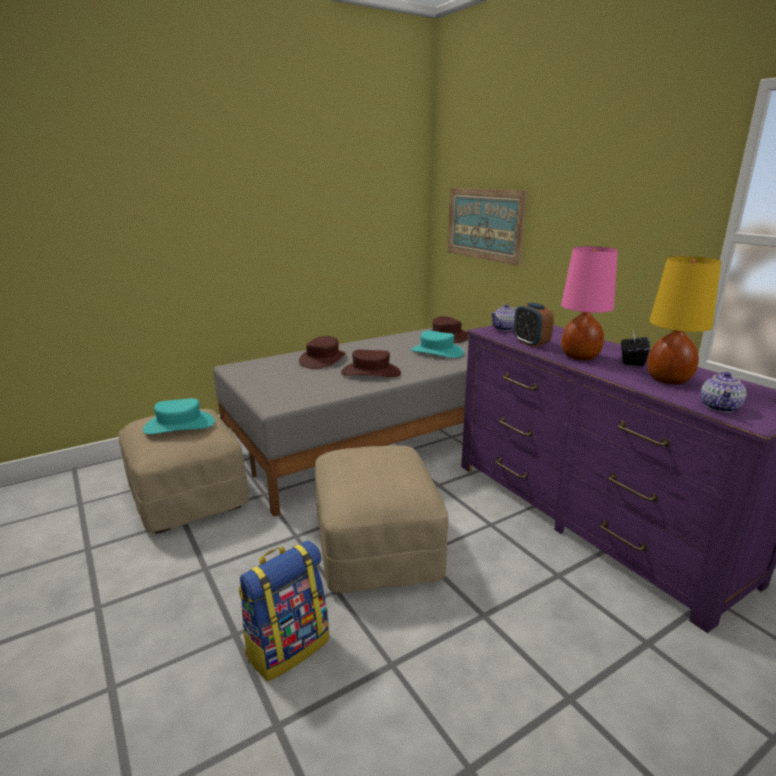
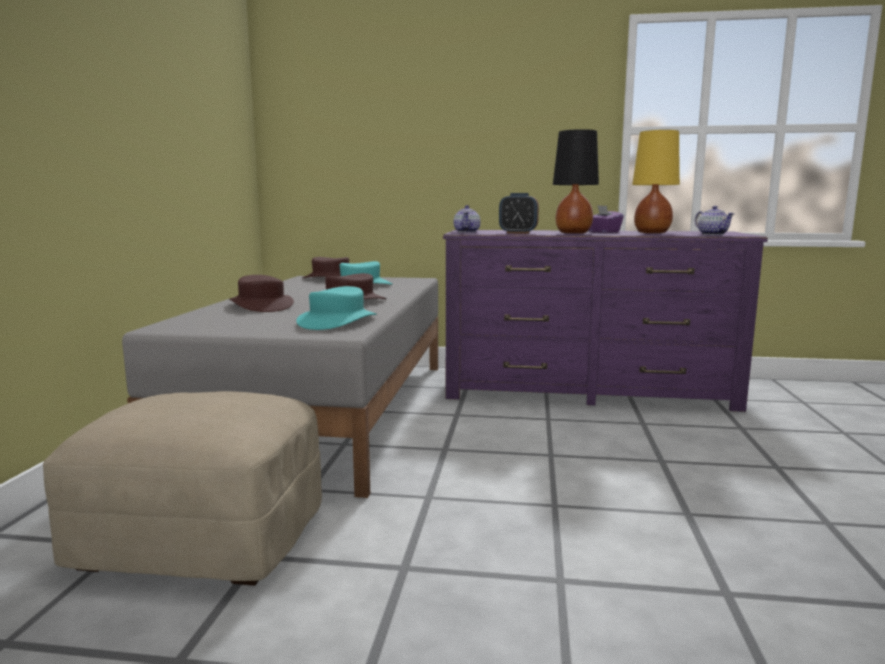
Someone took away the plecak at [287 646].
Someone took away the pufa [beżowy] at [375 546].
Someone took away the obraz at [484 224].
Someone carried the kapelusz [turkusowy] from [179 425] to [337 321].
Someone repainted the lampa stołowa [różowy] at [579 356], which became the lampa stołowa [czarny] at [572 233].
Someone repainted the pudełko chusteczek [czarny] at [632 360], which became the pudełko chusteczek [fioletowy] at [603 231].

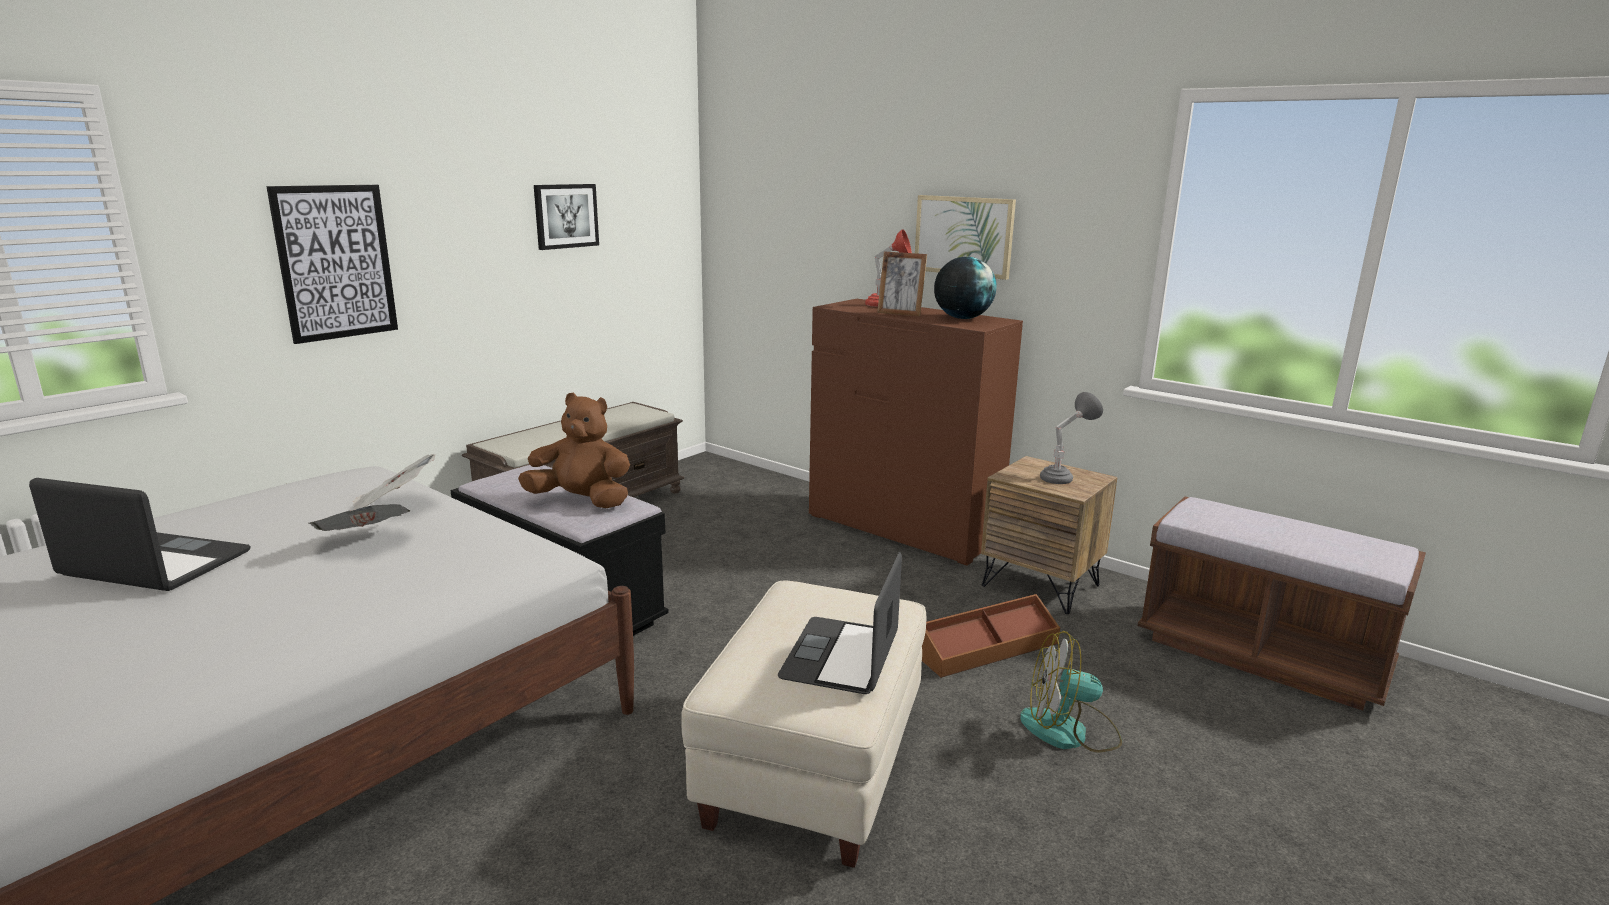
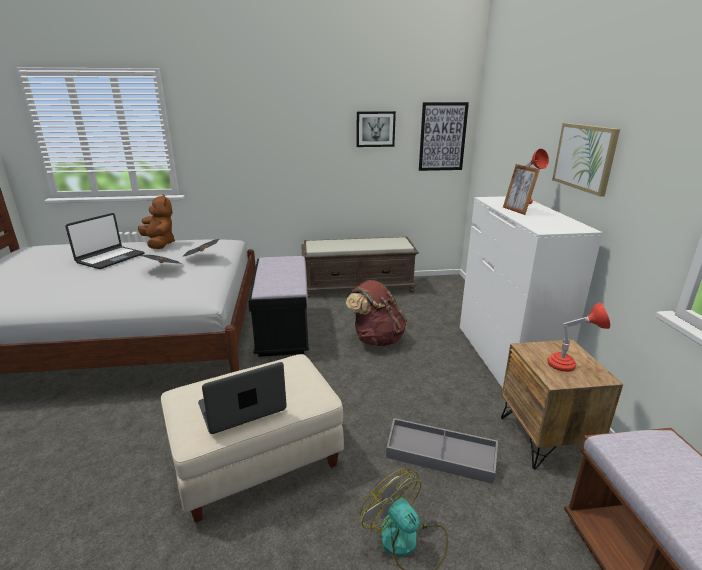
Someone took away the globus at [962 318].
Someone put down the plecak [brązowy] at [376 339].
Someone carried the obraz from [335 262] to [442 137].
Someone carried the pluszak [brązowy] from [581 501] to [160 244].
Someone repainted the komoda [brązowy] at [902 529], which became the komoda [biały] at [505 358].
Someone repainted the pojemnik do przechowywania [brązowy] at [988 649], which became the pojemnik do przechowywania [szary] at [440 458].
Someone repainted the lampa stołowa [szary] at [1064 478], which became the lampa stołowa [czerwony] at [570 366].
Someone rotated the laptop at [155 565] by 60 degrees clockwise.

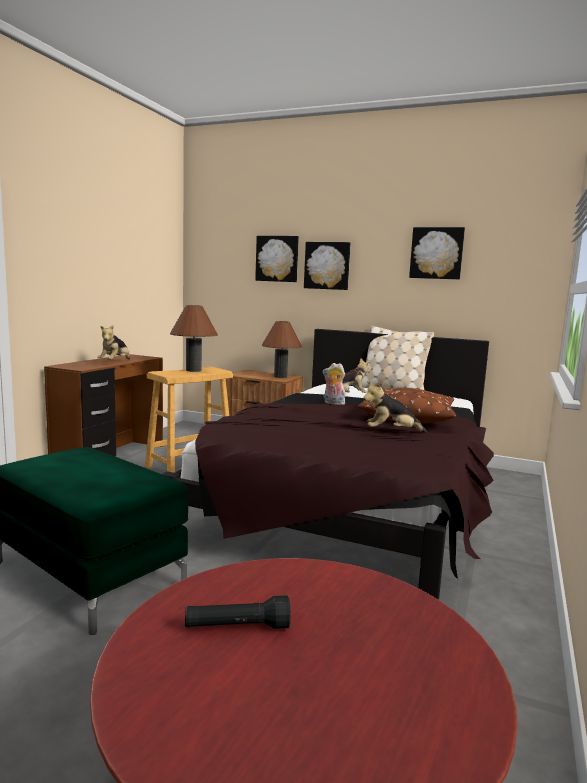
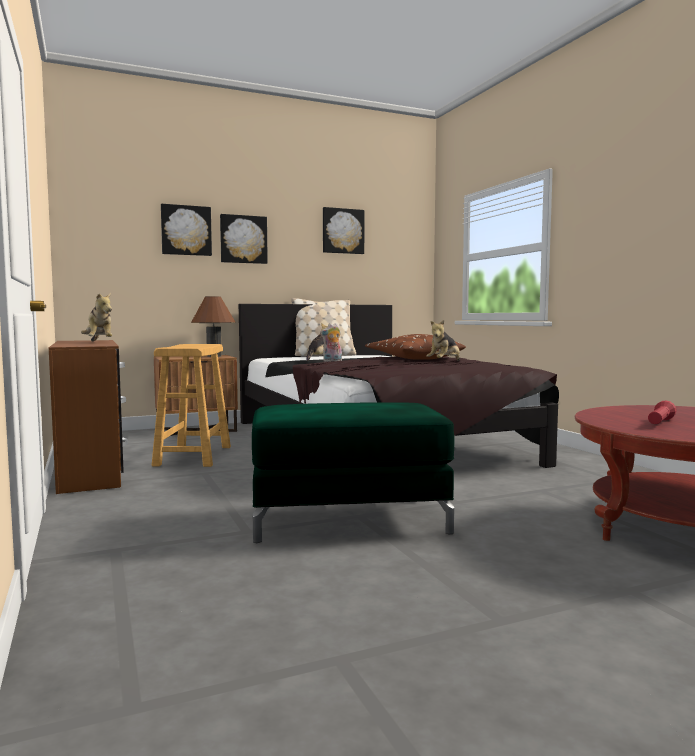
Someone took away the lampa stołowa [brązowy] at [193 370].
Someone repainted the latarka [czarny] at [237 628], which became the latarka [czerwony] at [660 423].

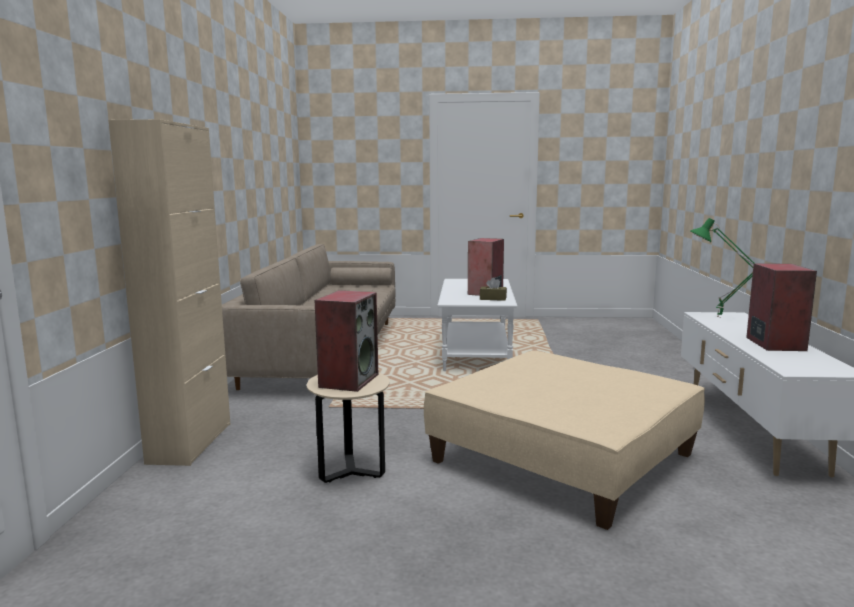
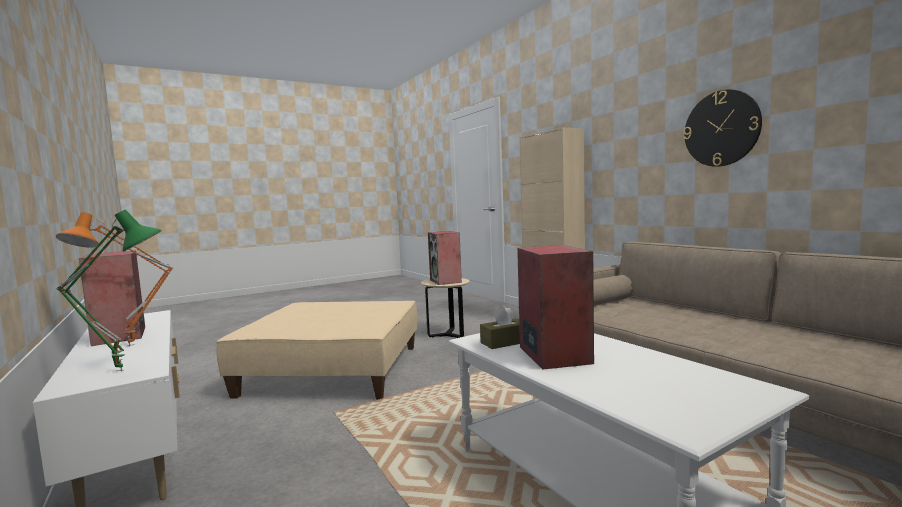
Someone put down the lampa stołowa [pomarańczowy] at [132 346].
Someone put up the zegar ścienny at [721 128].

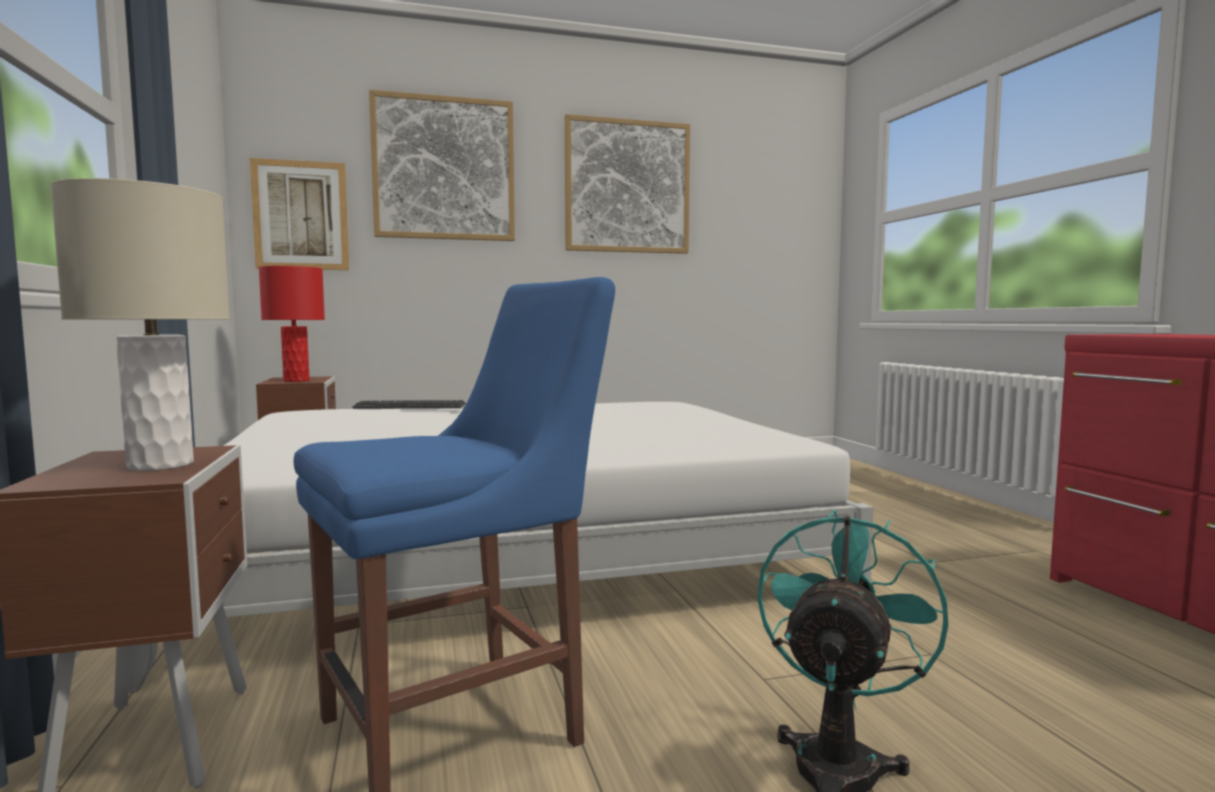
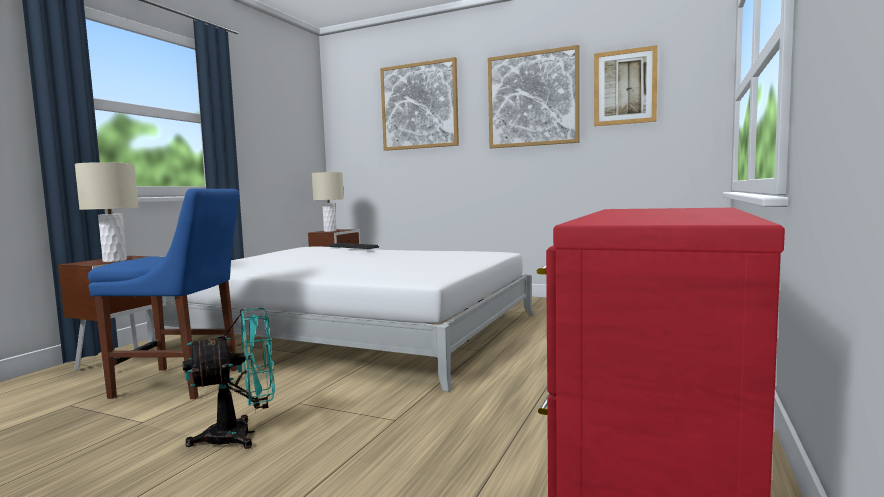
Someone carried the obraz from [301 215] to [625 87].
Someone repainted the lampa stołowa [czerwony] at [296 380], which became the lampa stołowa [beżowy] at [330 231].

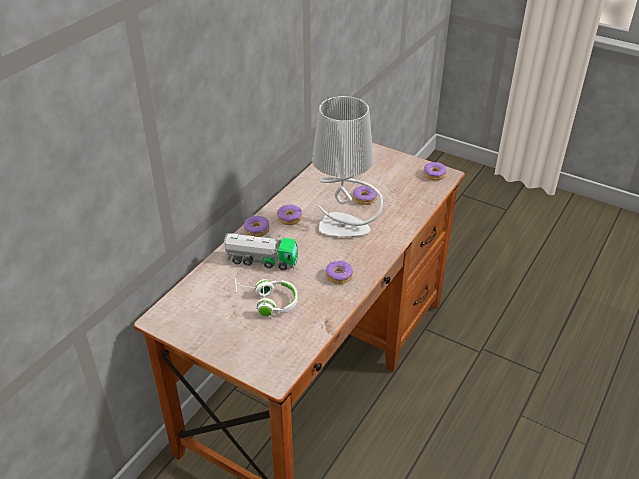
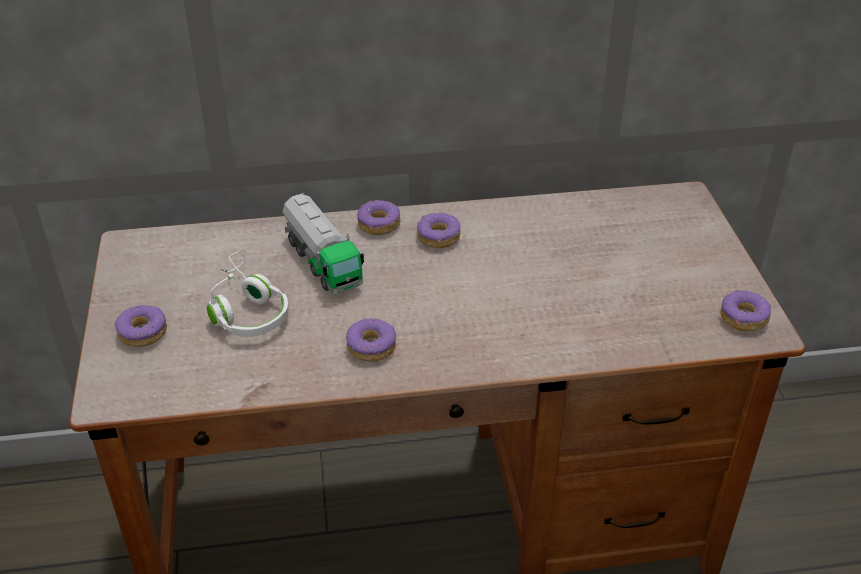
Someone took away the lampa stołowa [szary] at [344 227].
Someone carried the donut from [364 198] to [143 332].

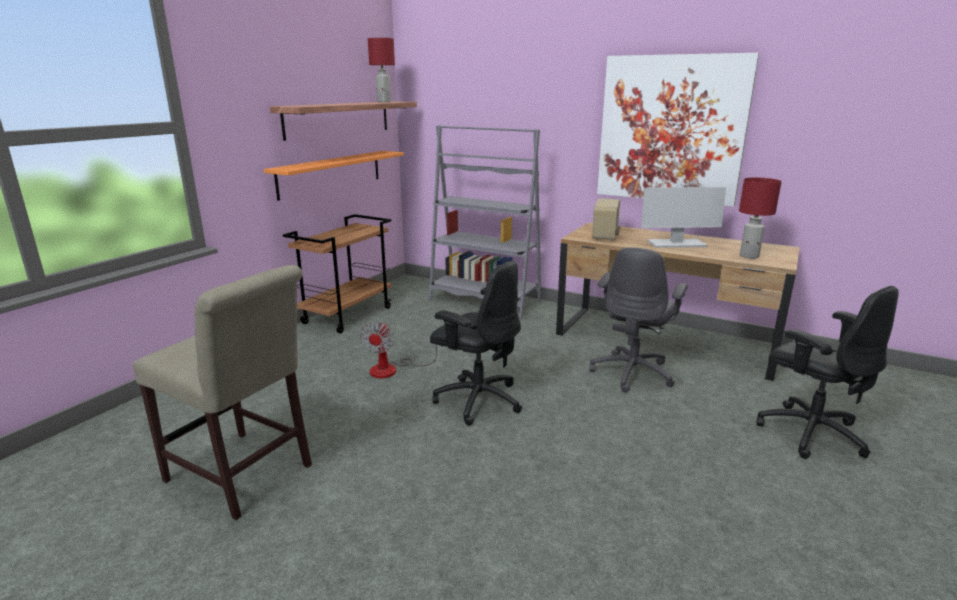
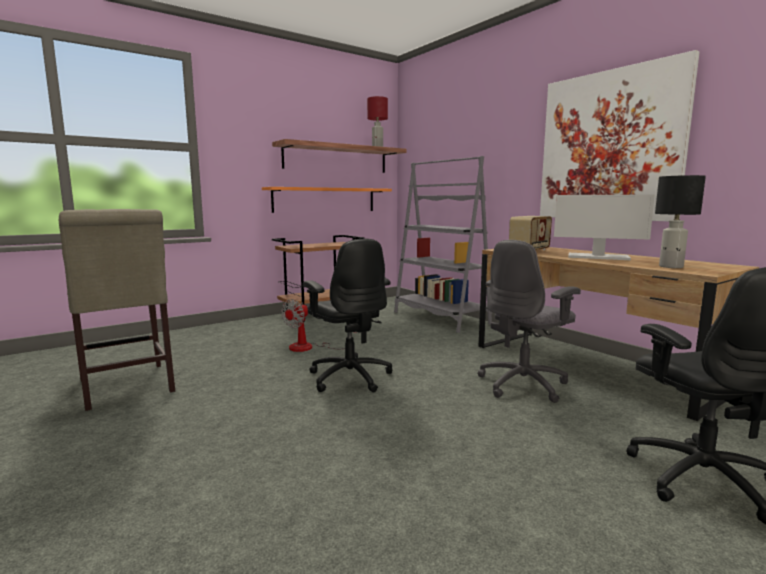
Someone repainted the lampa stołowa [czerwony] at [749 256], which became the lampa stołowa [czarny] at [671 267].

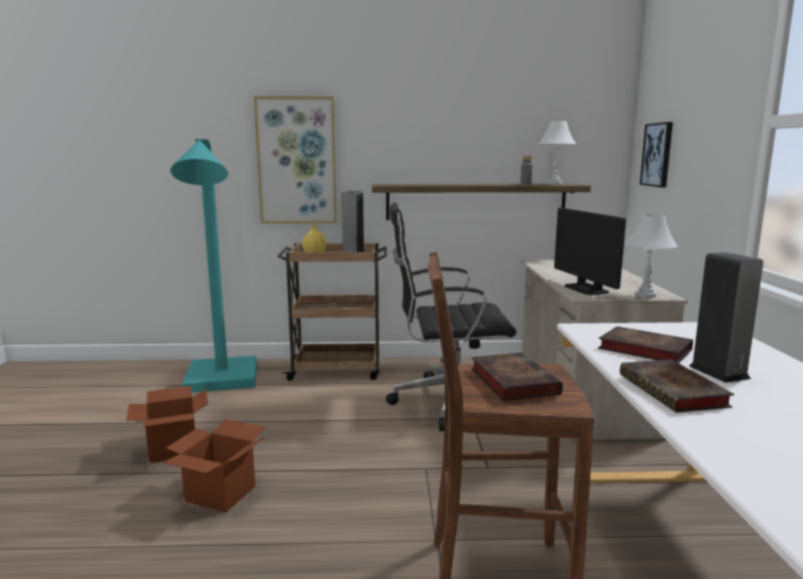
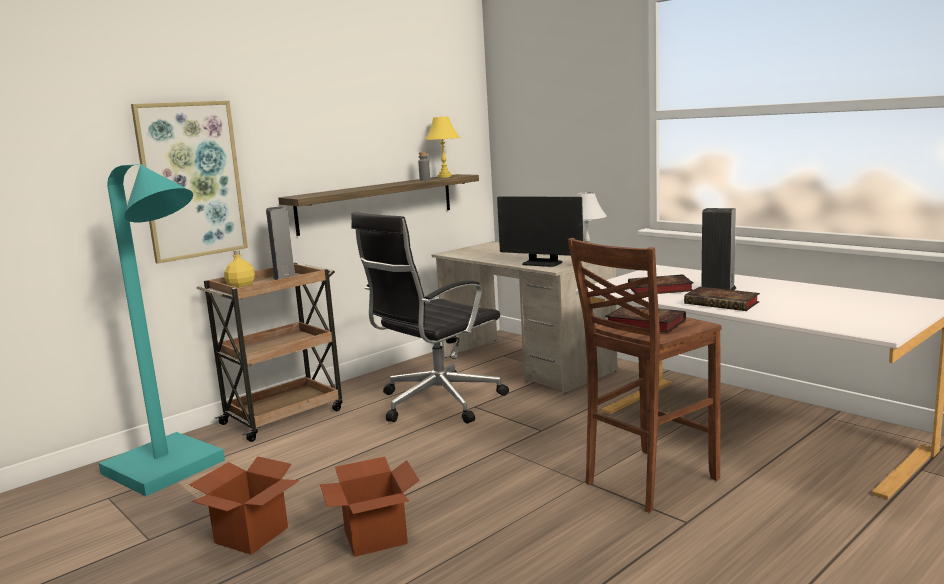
Someone took away the obraz at [657 154].
Someone repainted the lampa stołowa [biały] at [554 184], which became the lampa stołowa [żółty] at [444 177].

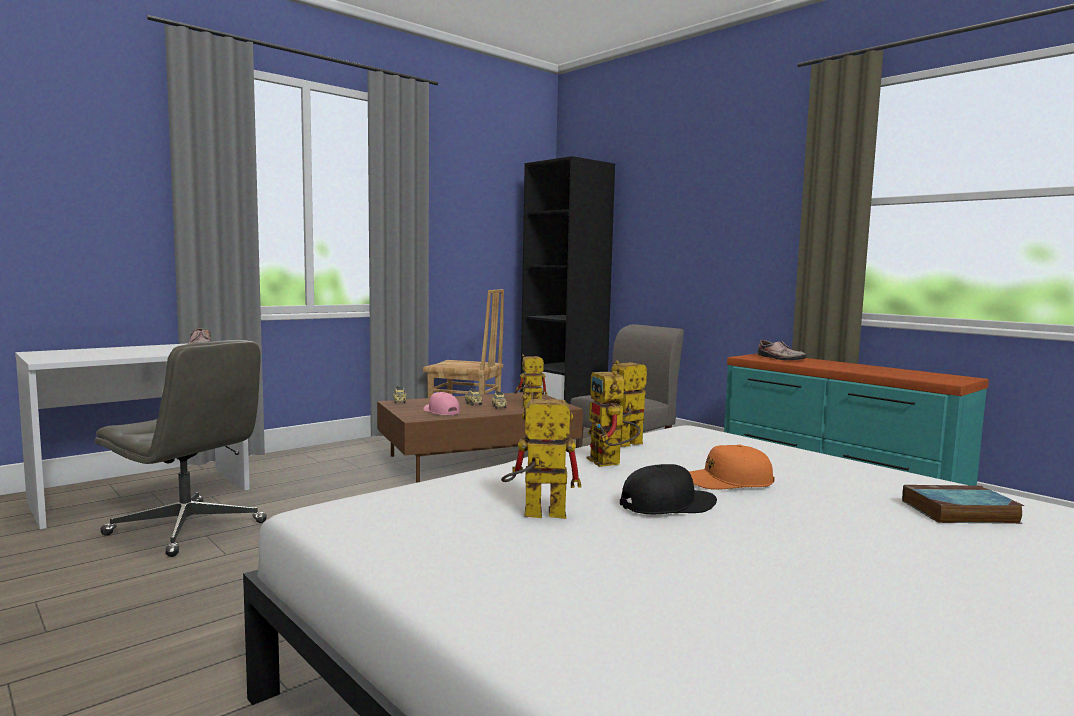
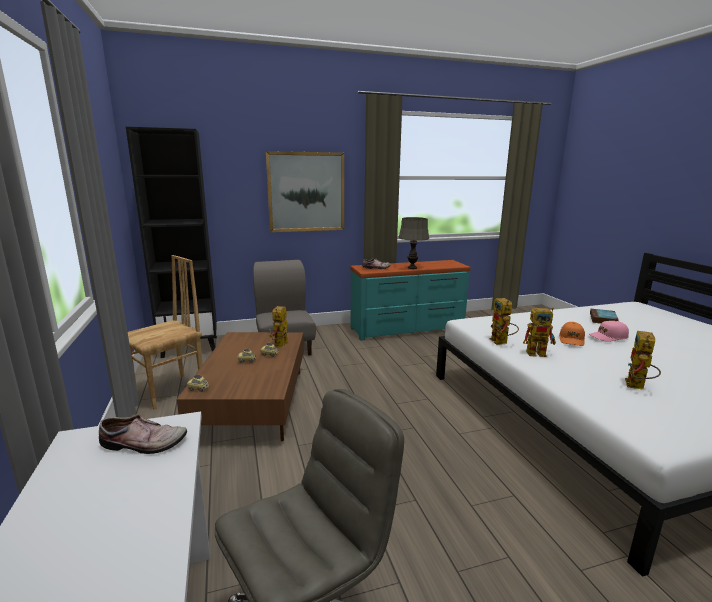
Someone took away the czapka z daszkiem [czarny] at [668 505].
Someone put up the obraz at [306 192].
Someone put down the lampa stołowa [szary] at [412 268].
Someone carried the czapka z daszkiem [różowy] from [441 412] to [608 337].

